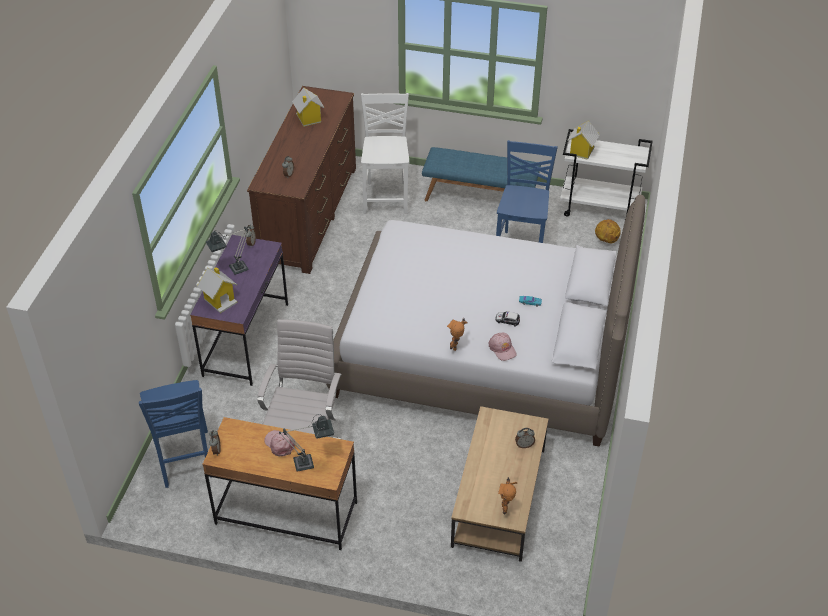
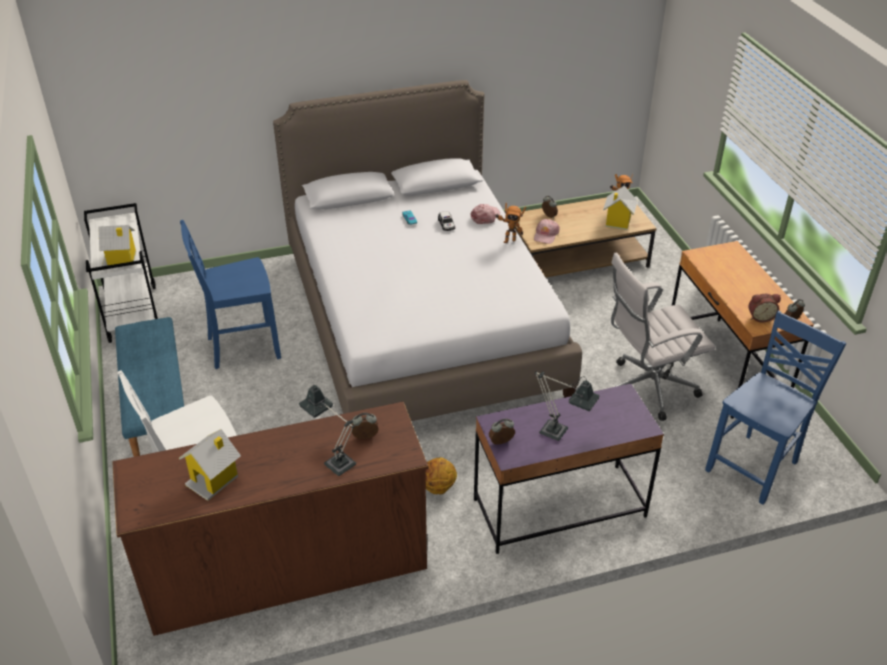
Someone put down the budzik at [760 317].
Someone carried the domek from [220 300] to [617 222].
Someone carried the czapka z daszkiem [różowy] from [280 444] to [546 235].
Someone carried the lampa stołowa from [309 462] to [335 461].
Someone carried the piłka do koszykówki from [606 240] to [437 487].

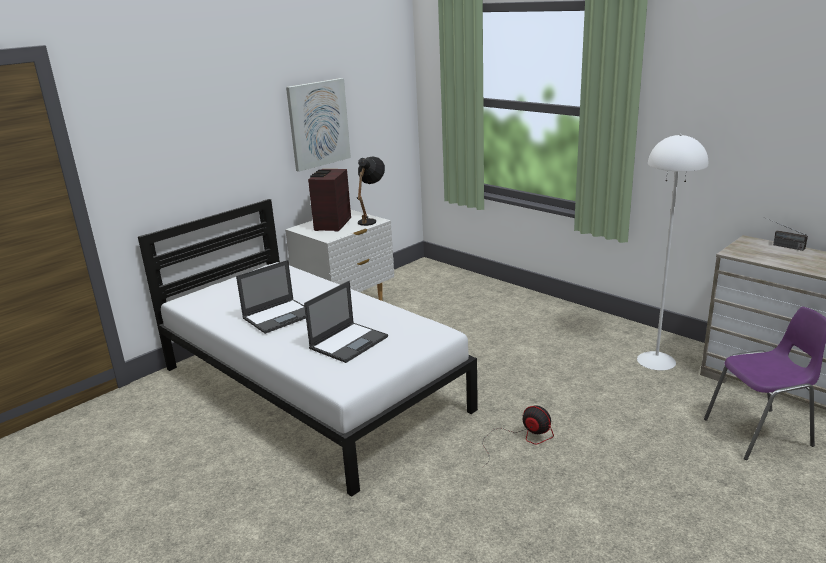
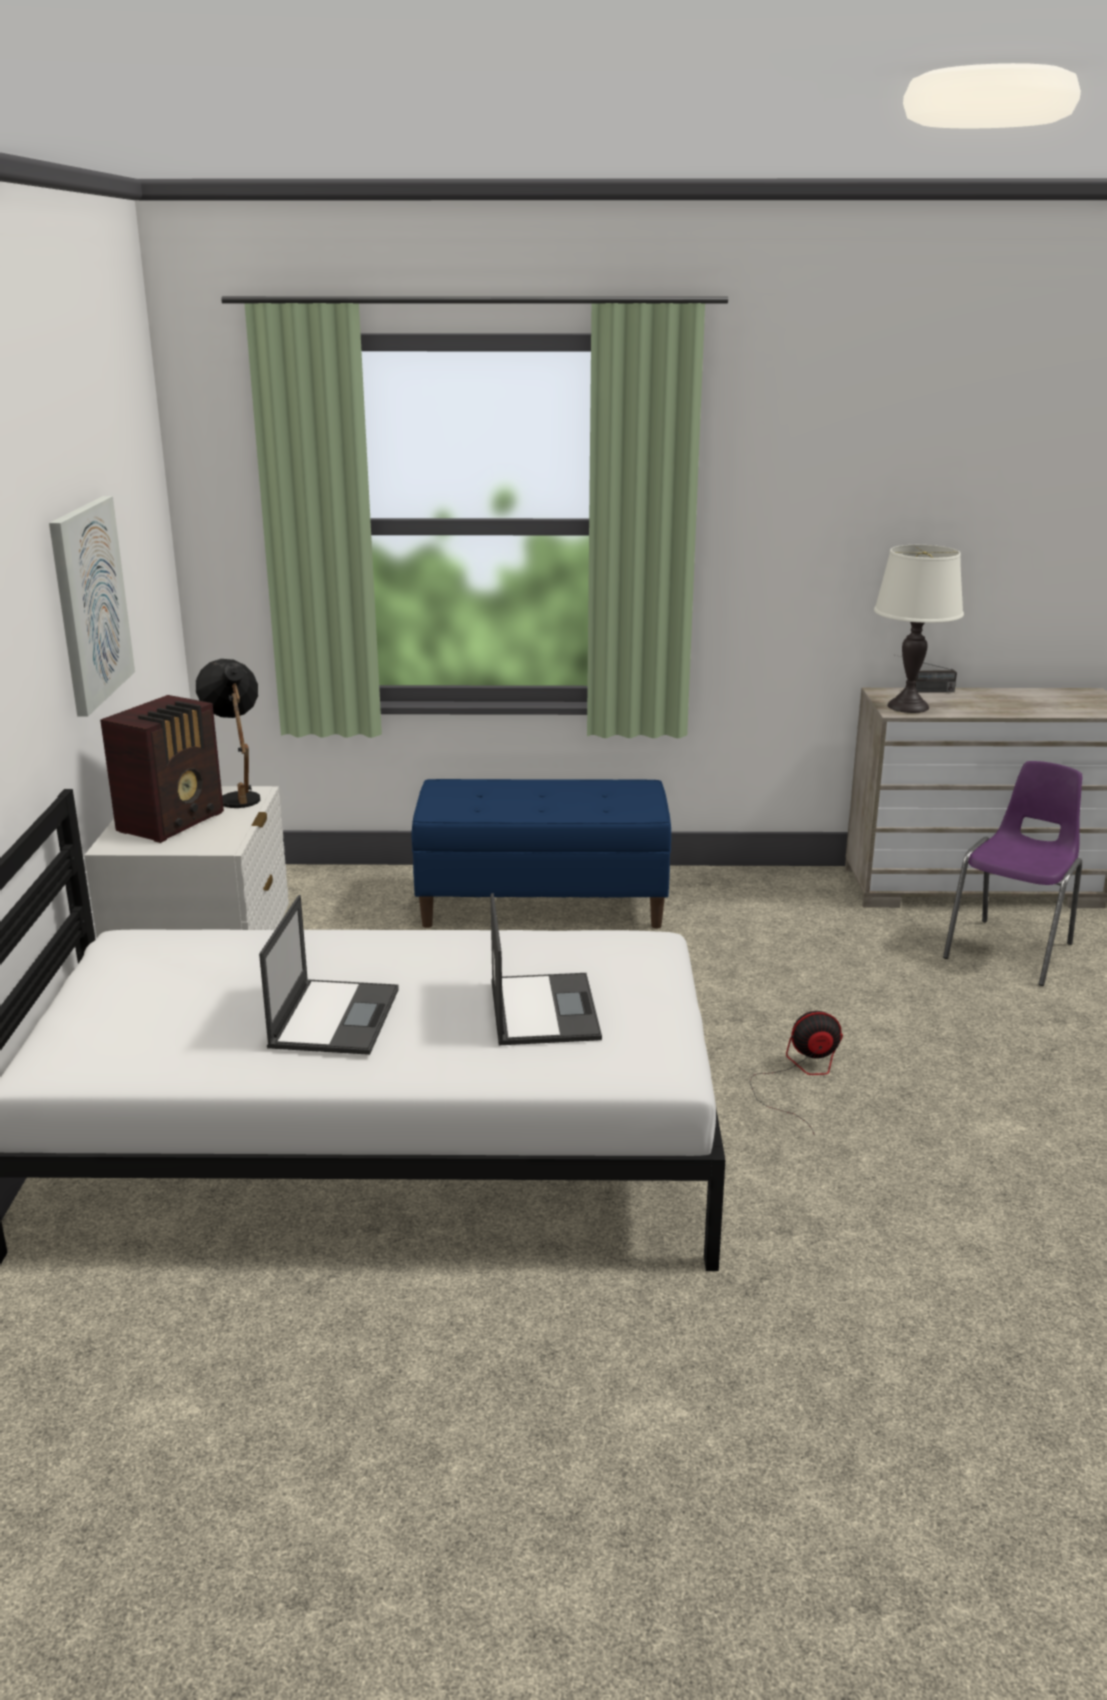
Someone took away the lampa stojąca [biały] at [656 360].
Someone put down the ławka [niebieski] at [543 904].
Someone put down the lampa stołowa [biały] at [908 706].
Someone rotated the radio at [331 225] by 120 degrees counterclockwise.

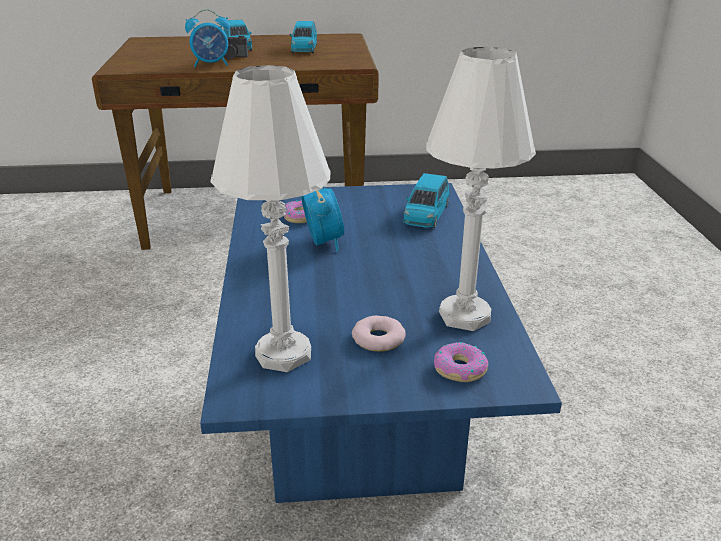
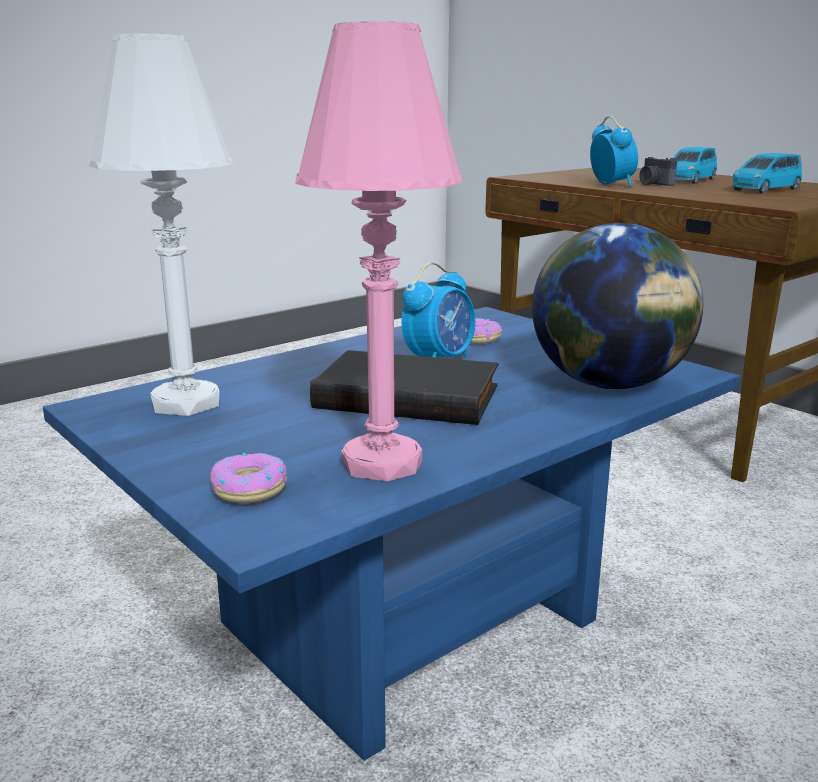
Someone took away the donut at [378 338].
Someone put down the książka [czarny] at [409 396].
Someone swapped the samochodzik [niebieski] at [426 215] for the globus at [610 384].
Someone repainted the lampa stołowa [biały] at [464 316], which became the lampa stołowa [różowy] at [381 463].
Someone rotated the budzik at [211 65] by 150 degrees counterclockwise.

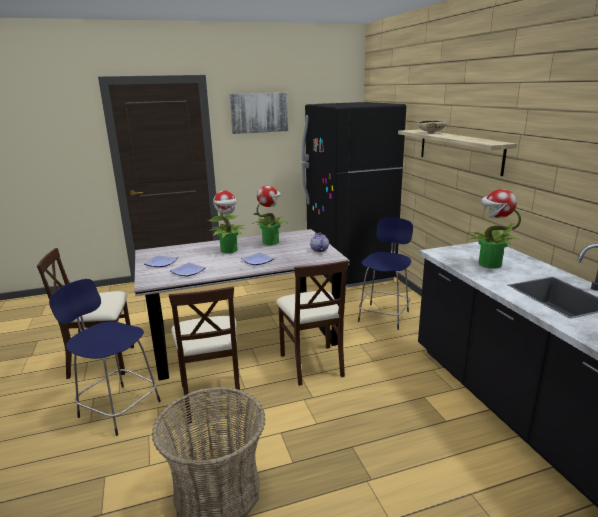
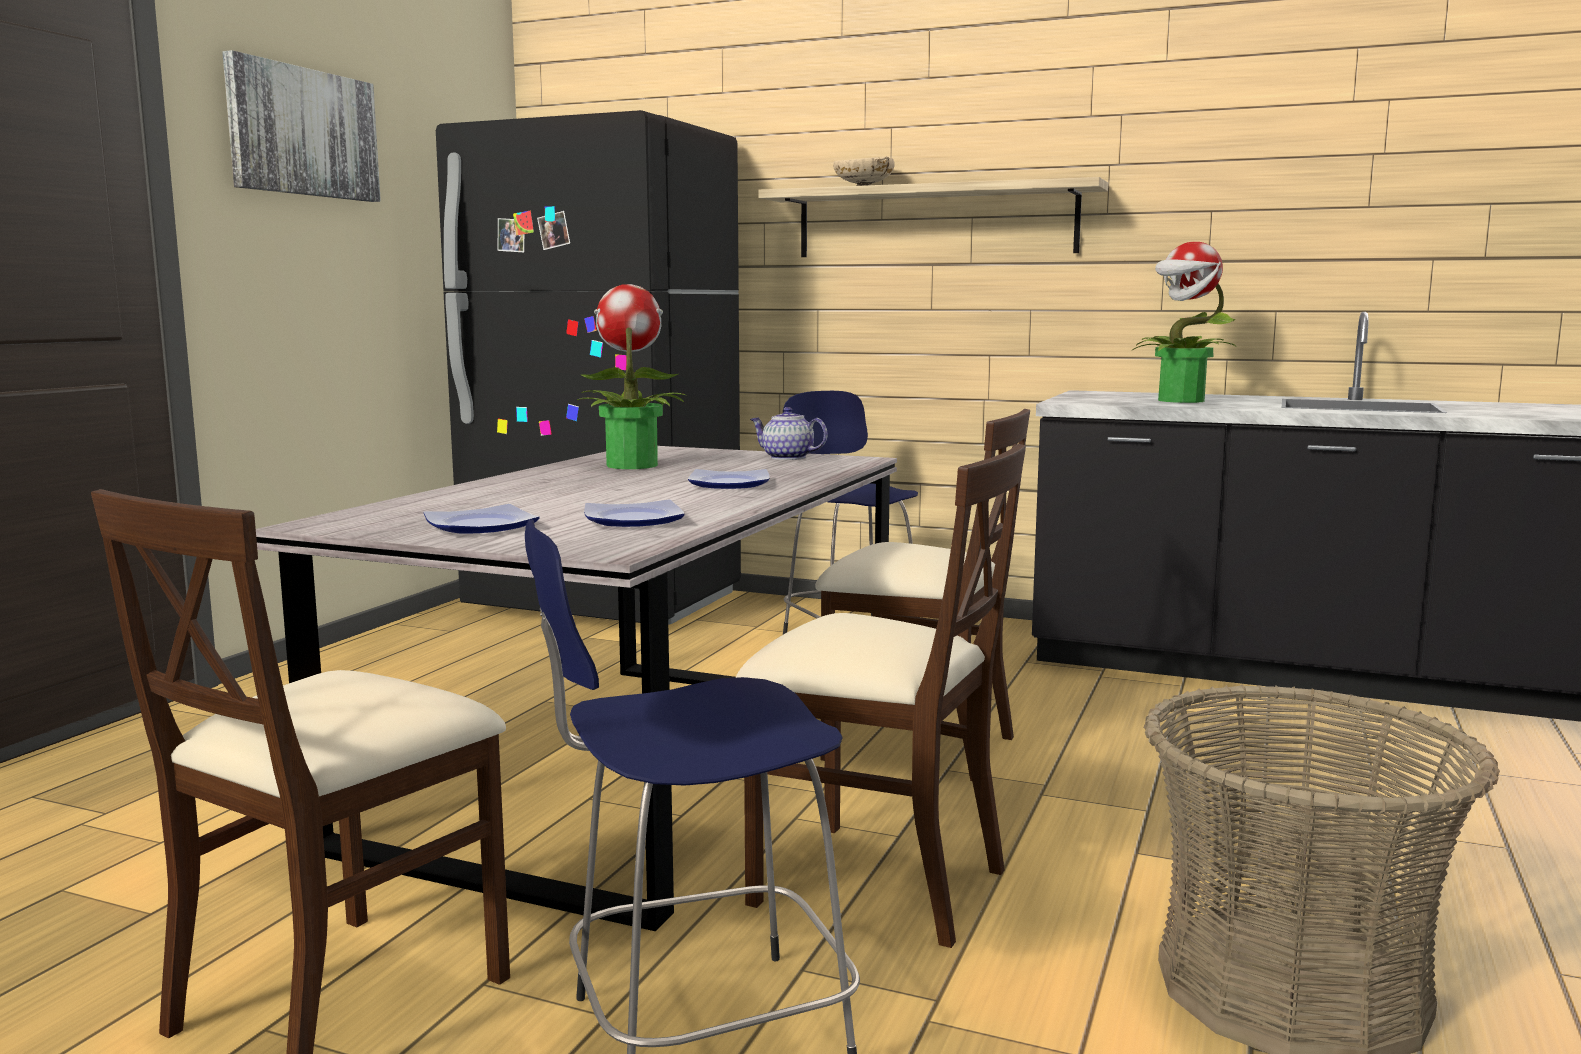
Someone took away the roślina doniczkowa at [229 250].

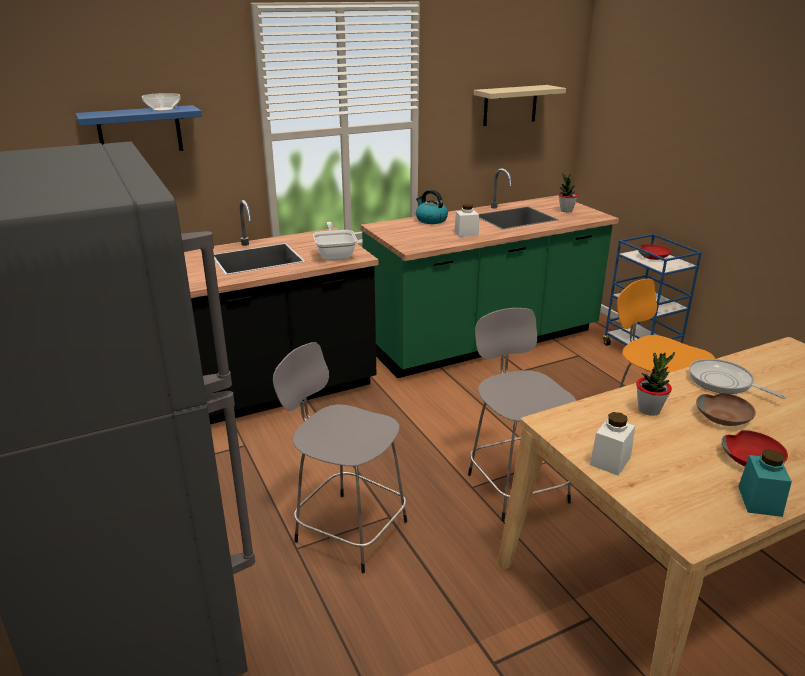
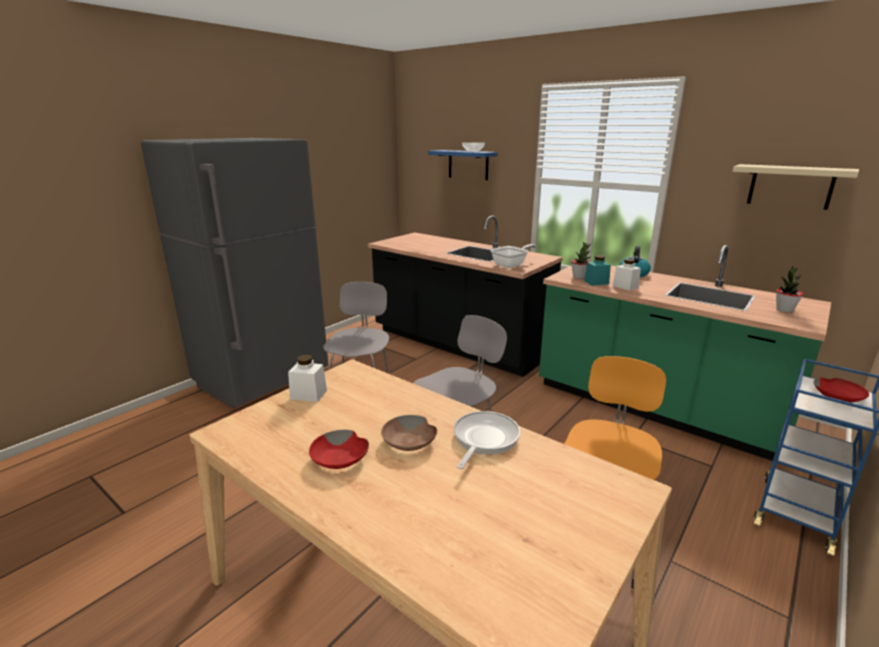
Someone carried the roślina doniczkowa from [649 410] to [579 277].
Someone carried the słoik [turkusowy] from [759 501] to [596 282].

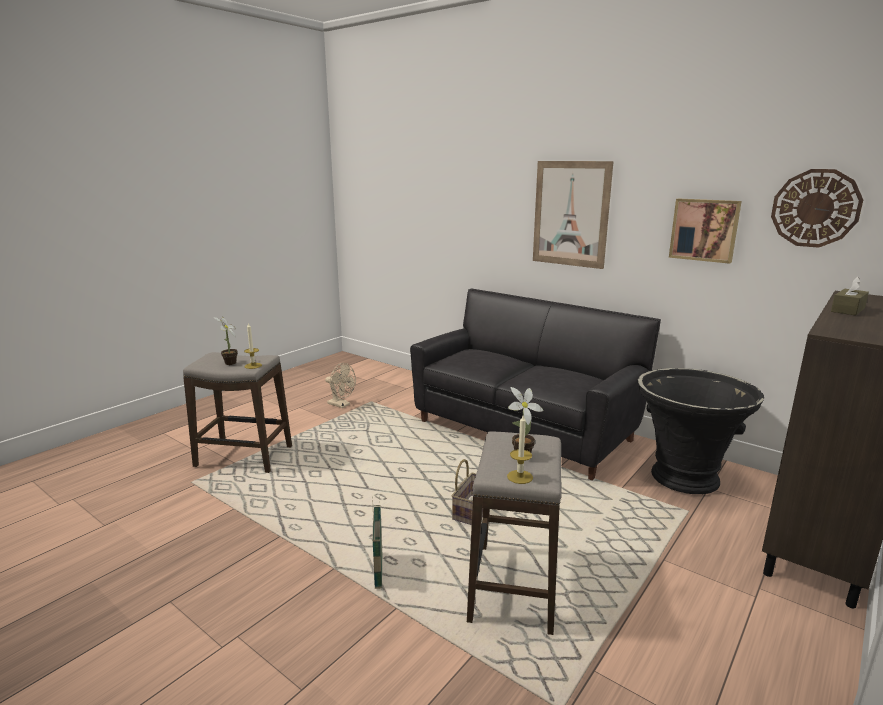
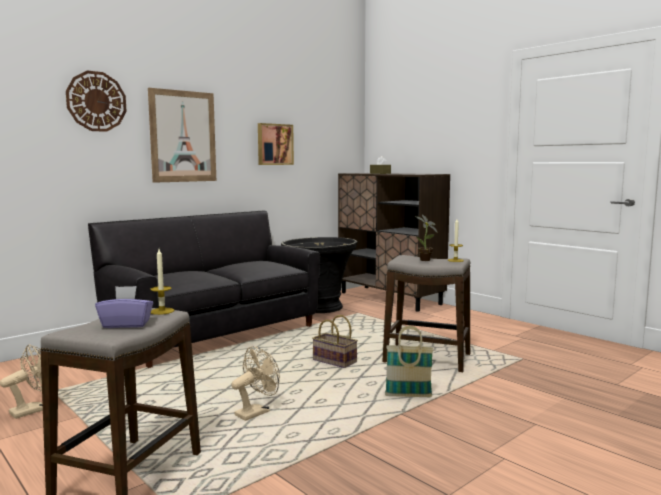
Someone put down the wentylator [beżowy] at [256 412].
Someone carried the zegar ścienny from [815 208] to [96 101].
Someone swapped the roślina doniczkowa at [229 364] for the pudełko chusteczek [fioletowy] at [126 324].

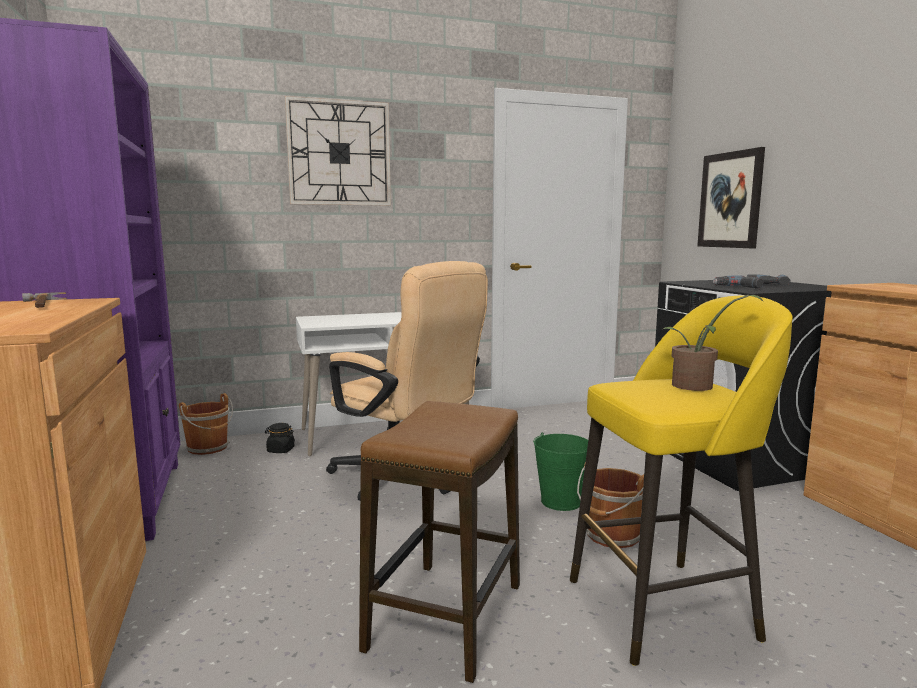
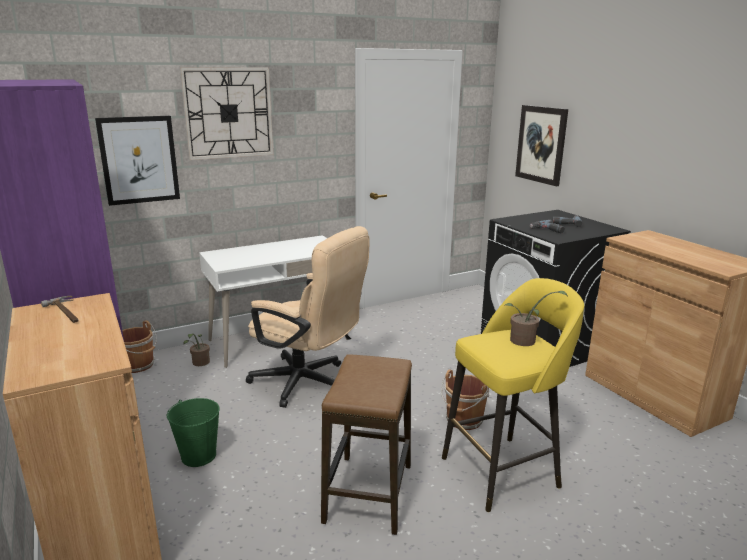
Someone put up the obraz at [139 160].
Someone carried the wiadro [zielony] from [561 501] to [199 455].
Someone swapped the słoik [czarny] at [280 450] for the roślina doniczkowa at [199 363].

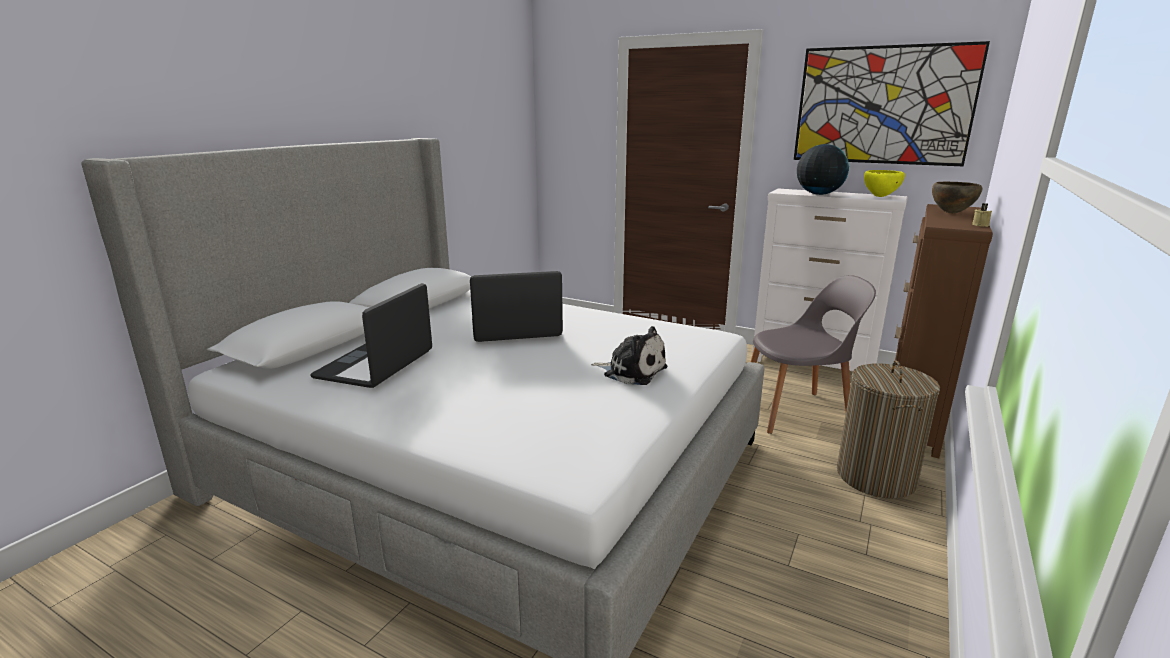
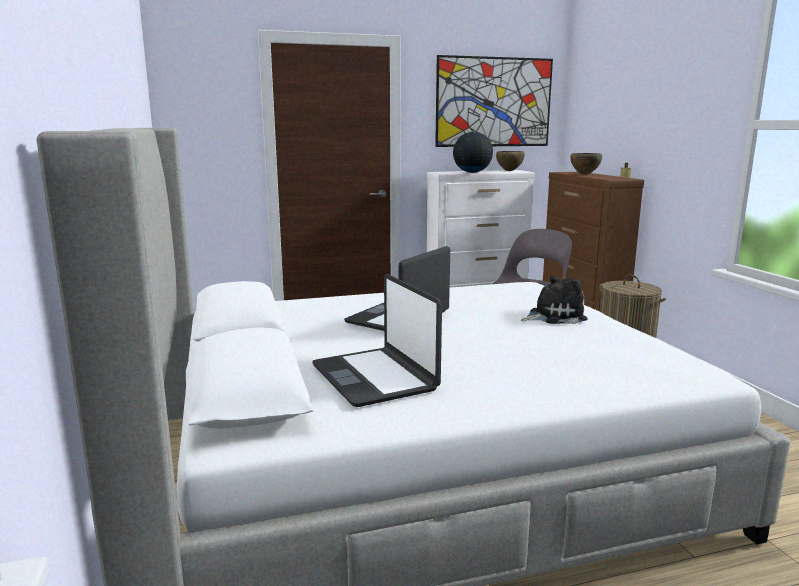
Someone repainted the miska [żółty] at [880 196], which became the miska [brązowy] at [509 171].

